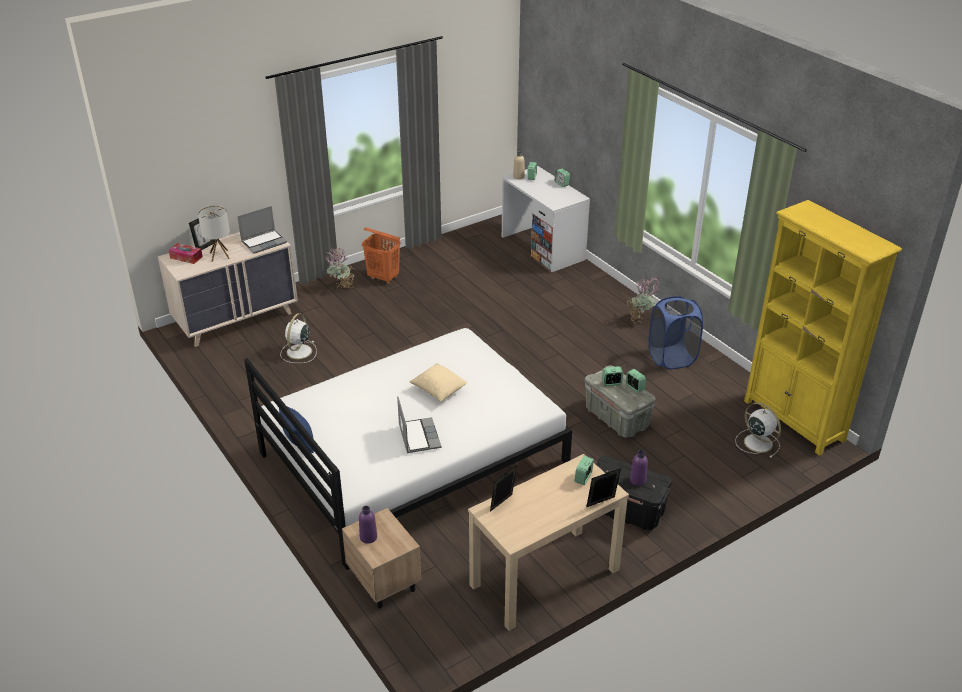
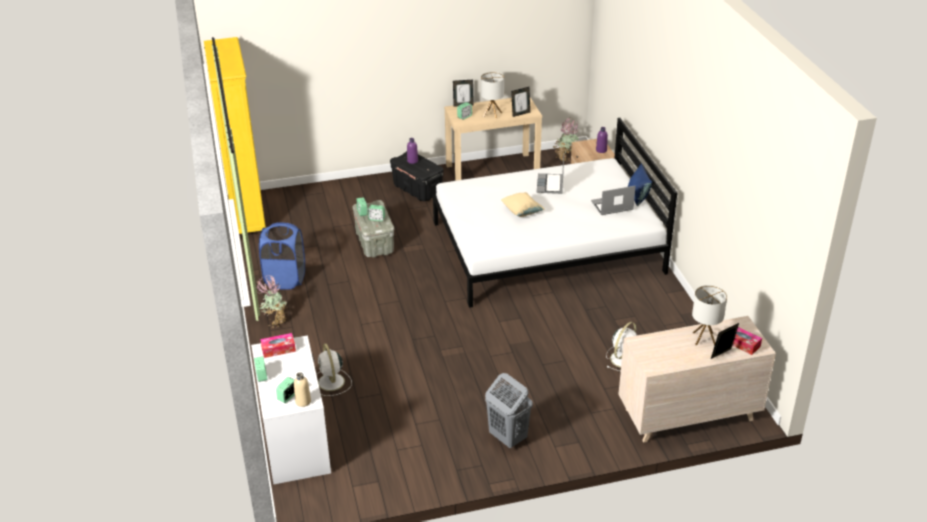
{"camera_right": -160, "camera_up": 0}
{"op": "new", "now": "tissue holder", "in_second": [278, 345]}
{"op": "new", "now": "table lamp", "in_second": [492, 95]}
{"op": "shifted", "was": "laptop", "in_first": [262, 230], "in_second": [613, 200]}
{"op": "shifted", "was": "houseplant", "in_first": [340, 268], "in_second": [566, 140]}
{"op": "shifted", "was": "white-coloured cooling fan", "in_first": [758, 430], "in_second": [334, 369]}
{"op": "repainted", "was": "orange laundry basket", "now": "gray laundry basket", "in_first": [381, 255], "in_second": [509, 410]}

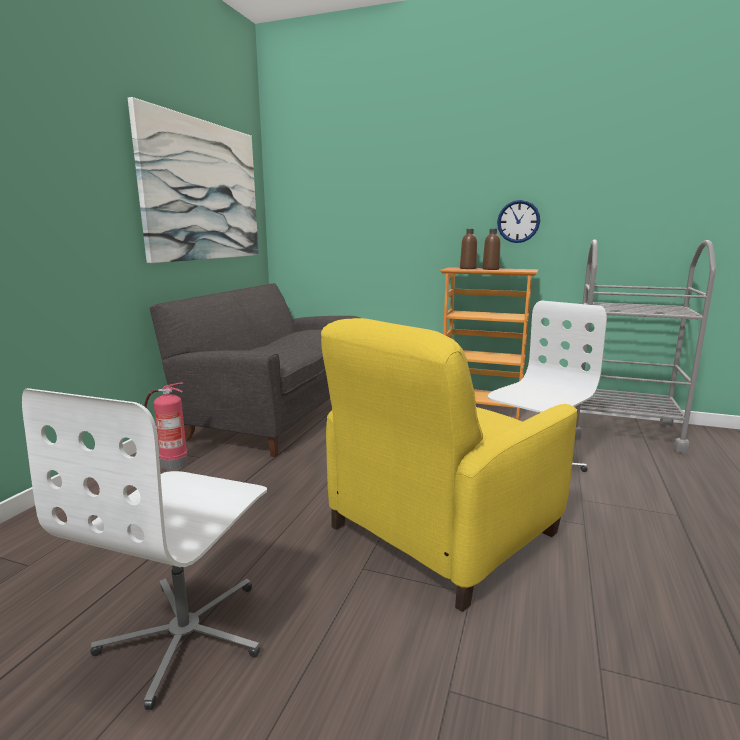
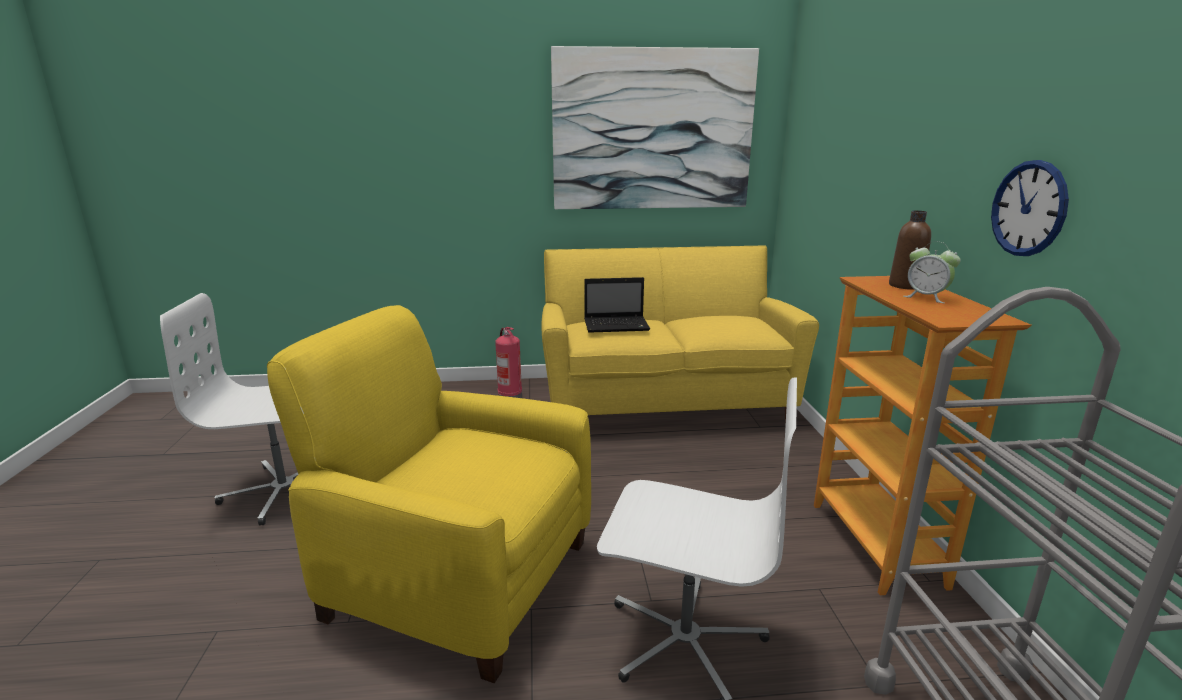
{"camera_right": 65, "camera_up": 5}
{"op": "new", "now": "laptop", "in_second": [617, 305]}
{"op": "swapped", "was": "brown-coloured beverage bottle", "now": "table clock", "in_first": [491, 249], "in_second": [932, 272]}
{"op": "repainted", "was": "gray sofa", "now": "yellowish sofa", "in_first": [254, 370], "in_second": [680, 334]}

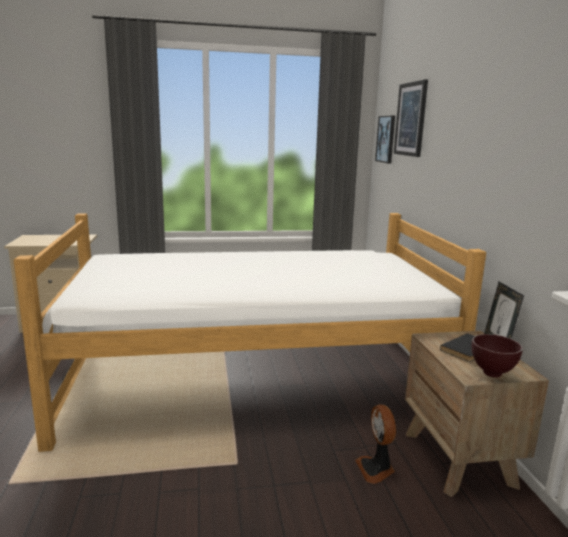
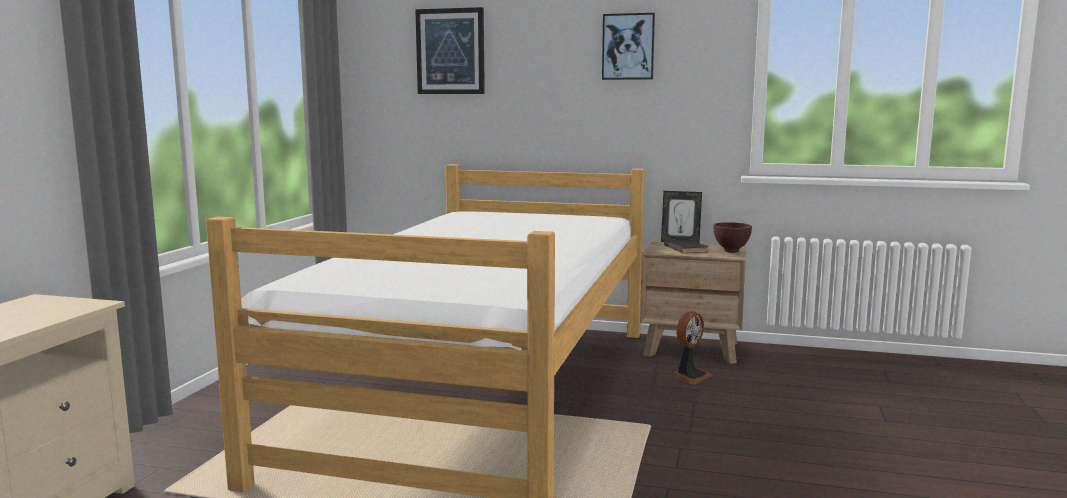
{"camera_right": -65, "camera_up": -5}
{"op": "shifted", "was": "picture", "in_first": [385, 139], "in_second": [628, 46]}
{"op": "rotated", "was": "cooling fan", "in_first": [375, 444], "in_second": [693, 347], "clockwise": -60}

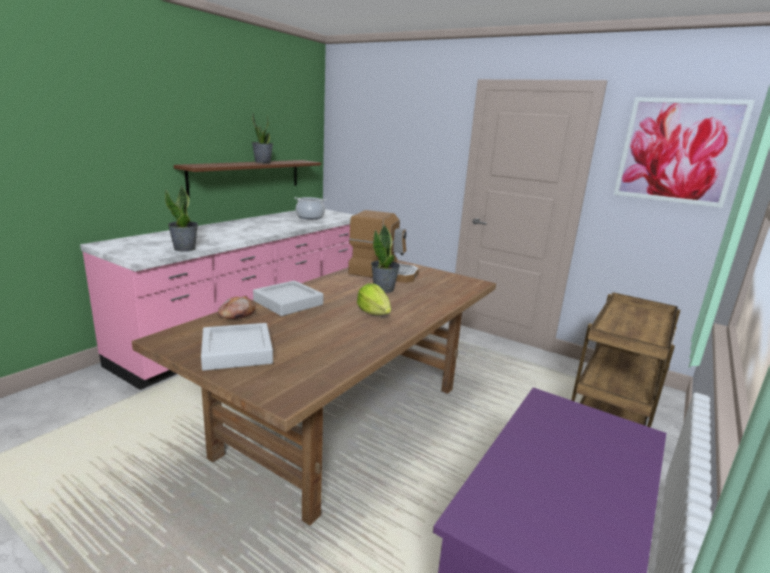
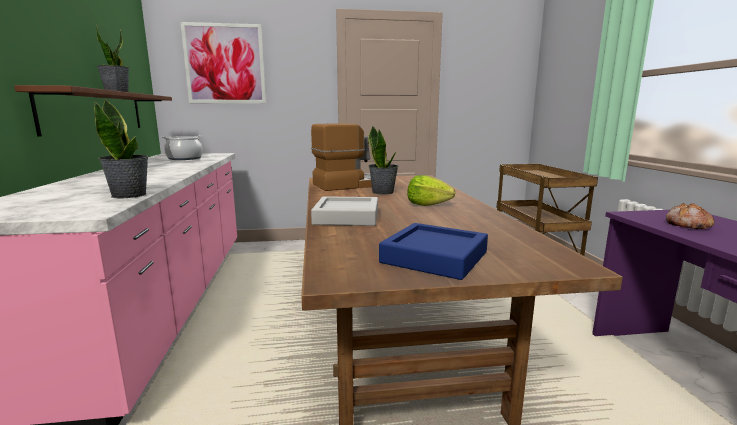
{"camera_right": -40, "camera_up": -5}
{"op": "shifted", "was": "baked bread", "in_first": [236, 307], "in_second": [690, 216]}
{"op": "shifted", "was": "picture", "in_first": [684, 152], "in_second": [223, 62]}
{"op": "repainted", "was": "gray carrying tray", "now": "blue-coloured carrying tray", "in_first": [237, 347], "in_second": [433, 251]}

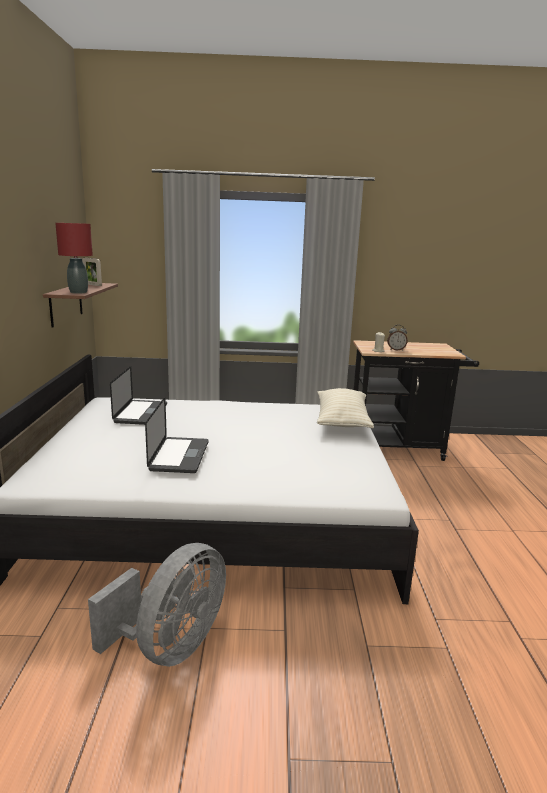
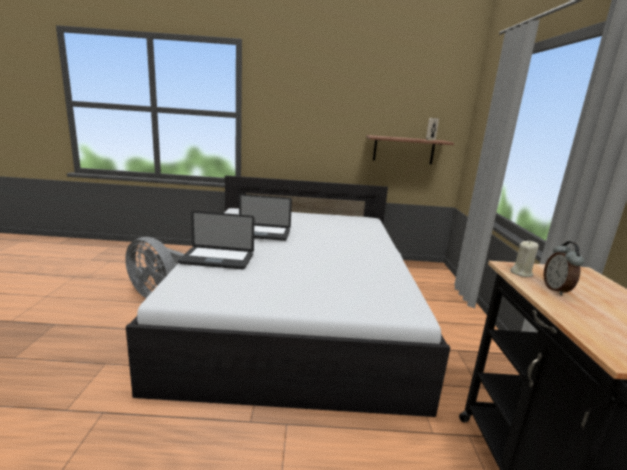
{"camera_right": 90, "camera_up": 0}
{"op": "gone", "was": "red table lamp", "in_first": [74, 258]}
{"op": "gone", "was": "sand-coloured cushion", "in_first": [345, 408]}
{"op": "shifted", "was": "laptop", "in_first": [138, 395], "in_second": [216, 240]}

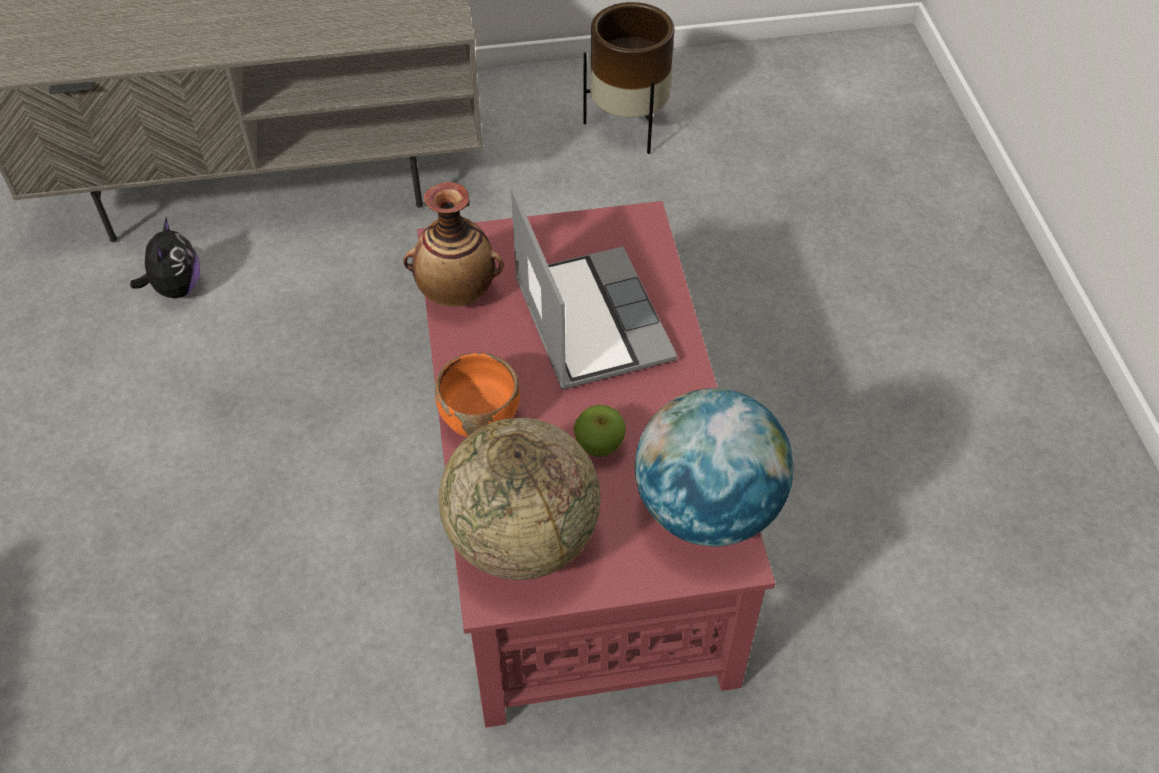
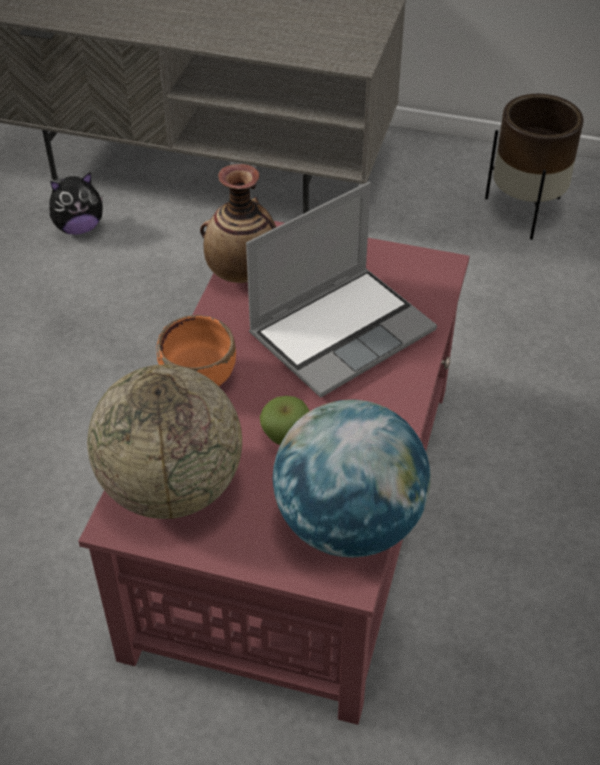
{"camera_right": 25, "camera_up": -5}
{"op": "rotated", "was": "soft toy", "in_first": [165, 257], "in_second": [76, 203], "clockwise": 45}
{"op": "rotated", "was": "laptop", "in_first": [594, 289], "in_second": [341, 290], "clockwise": 45}

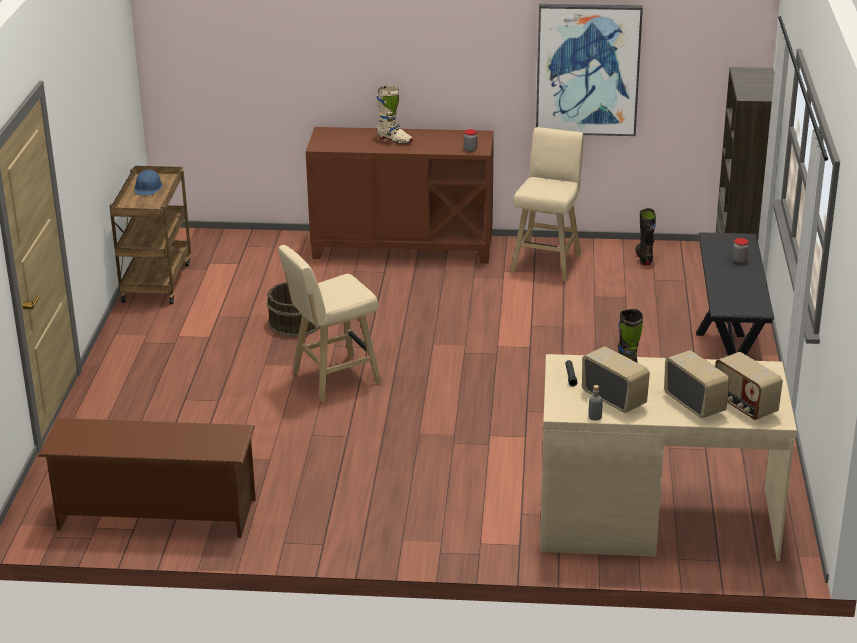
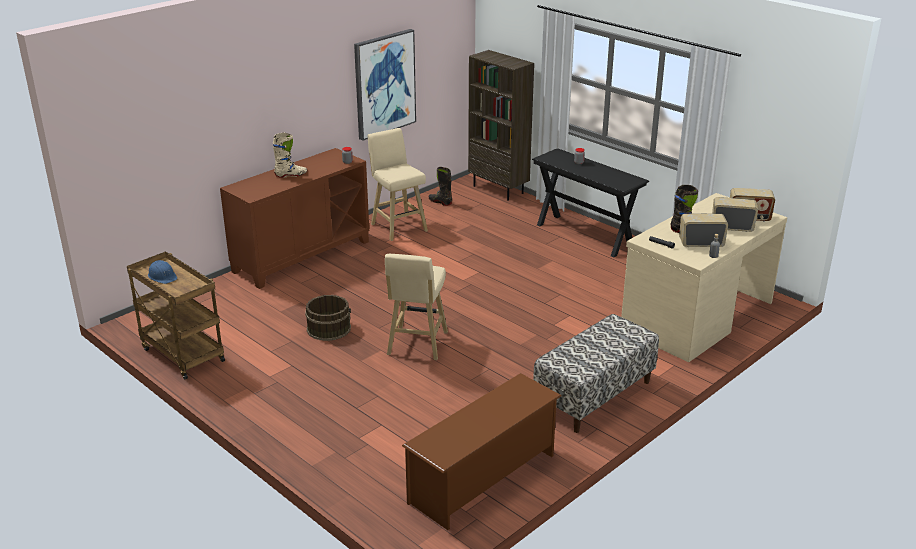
{"camera_right": -50, "camera_up": 0}
{"op": "new", "now": "long seat", "in_second": [596, 373]}

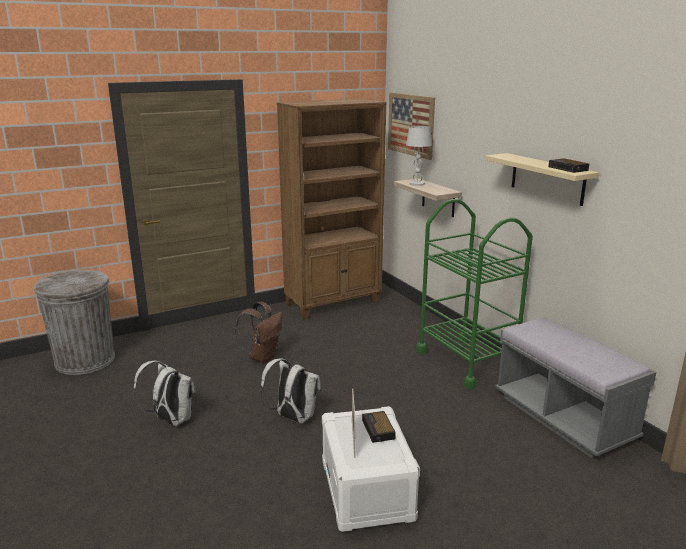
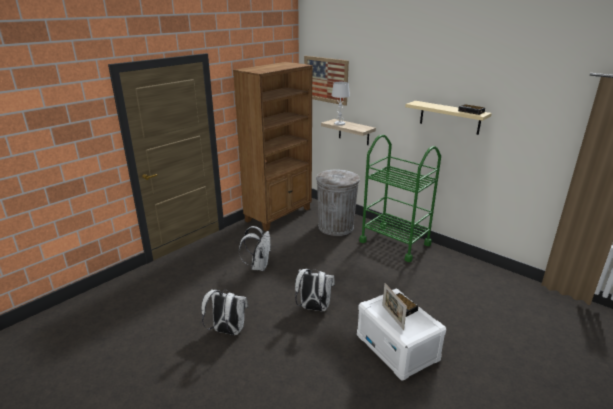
{"camera_right": -20, "camera_up": 5}
{"op": "gone", "was": "gray long seat", "in_first": [575, 388]}
{"op": "shifted", "was": "gray trash can", "in_first": [74, 322], "in_second": [338, 203]}
{"op": "repainted", "was": "brown-coloured knapsack", "now": "white-coloured knapsack", "in_first": [258, 332], "in_second": [255, 248]}

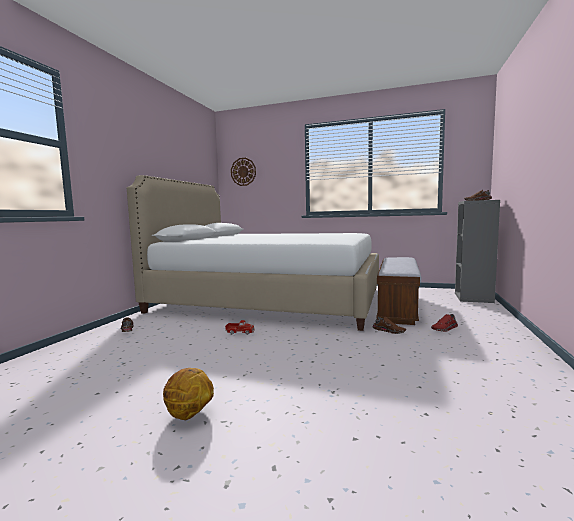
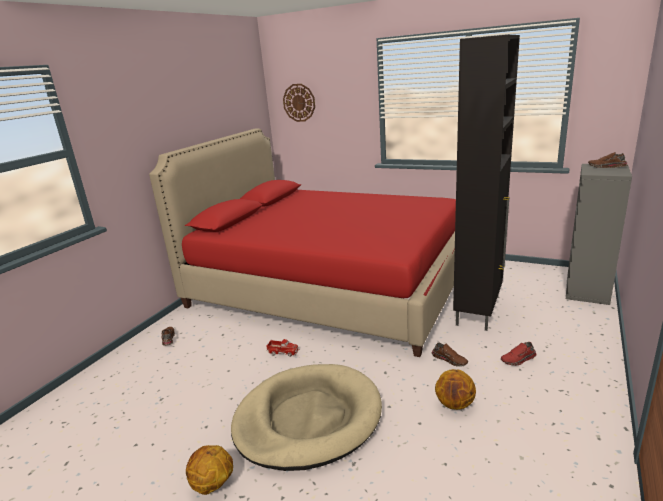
{"camera_right": 10, "camera_up": 15}
{"op": "new", "now": "sand-coloured dog cushion", "in_second": [306, 417]}
{"op": "new", "now": "basketball ball", "in_second": [455, 389]}
{"op": "swapped", "was": "long seat", "now": "black-coloured storage cabinet", "in_first": [398, 291], "in_second": [486, 183]}
{"op": "repainted", "was": "white-coloured bed", "now": "red bed", "in_first": [253, 253], "in_second": [302, 243]}

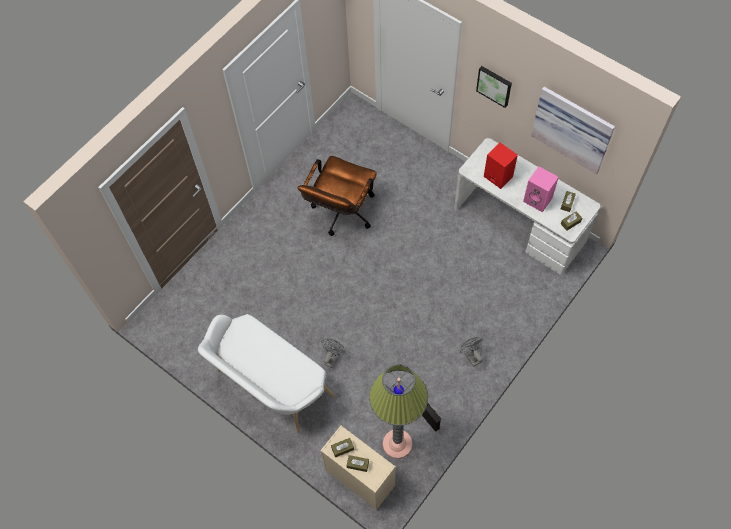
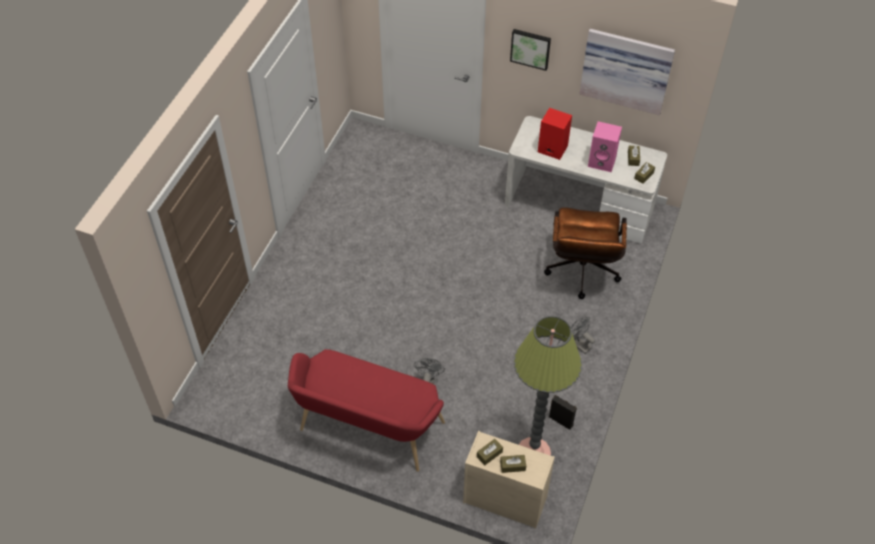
{"camera_right": -20, "camera_up": -10}
{"op": "shifted", "was": "brown-coloured computer chair", "in_first": [337, 196], "in_second": [585, 253]}
{"op": "repainted", "was": "white-coloured long seat", "now": "red long seat", "in_first": [266, 373], "in_second": [366, 410]}

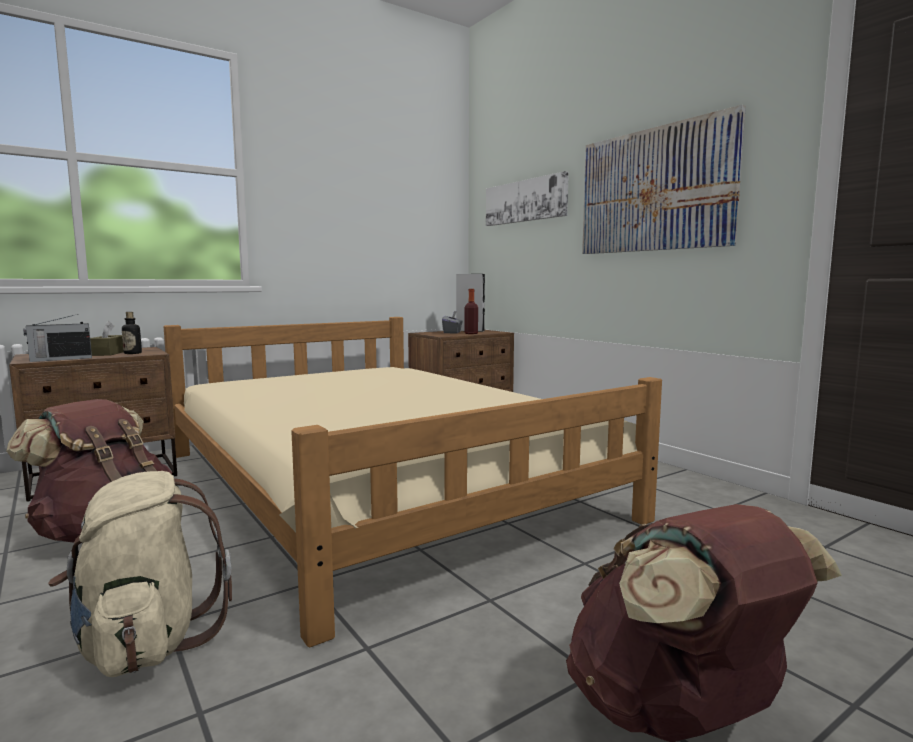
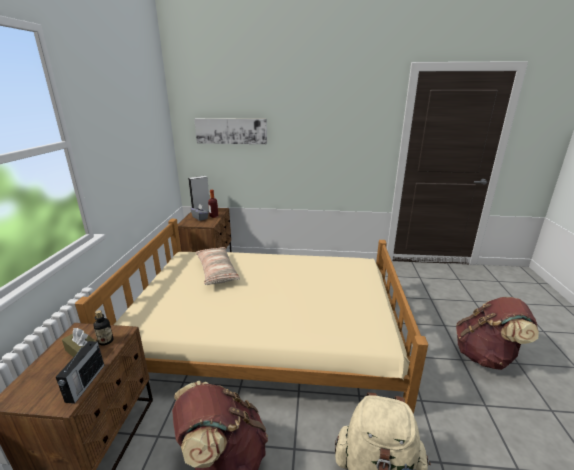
{"camera_right": -50, "camera_up": 15}
{"op": "gone", "was": "picture", "in_first": [664, 179]}
{"op": "new", "now": "cushion", "in_second": [218, 266]}

